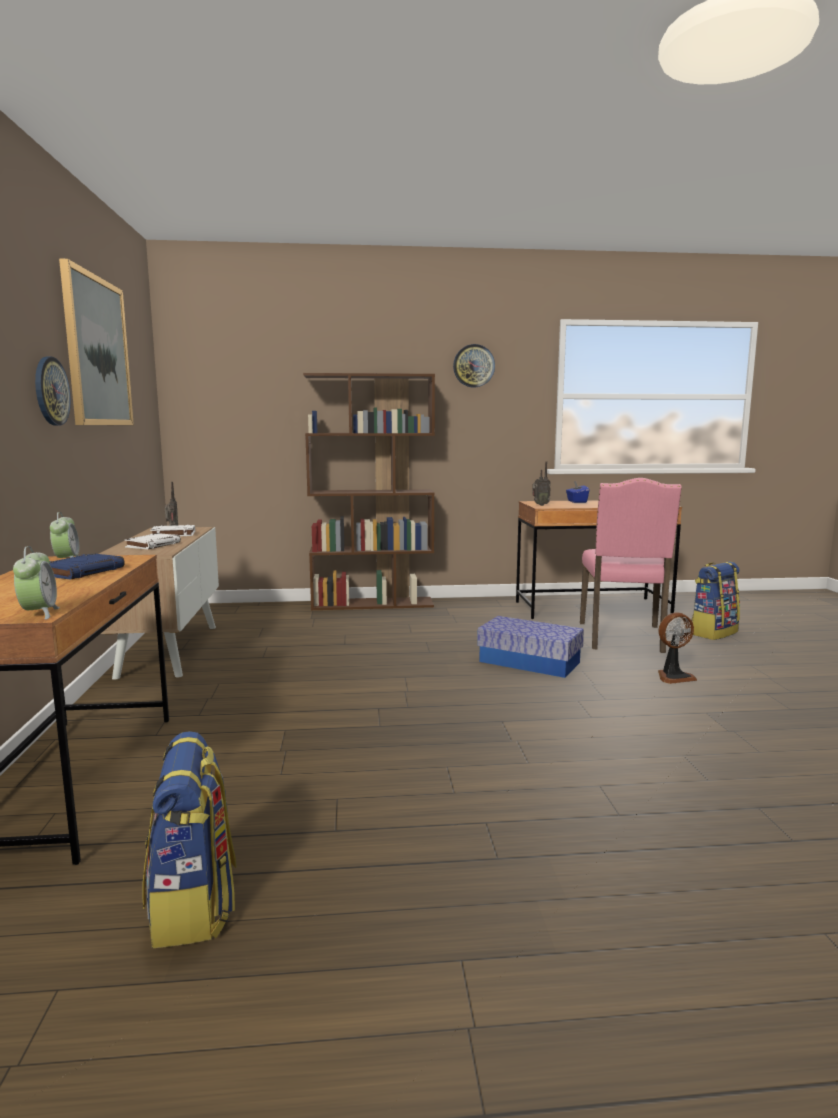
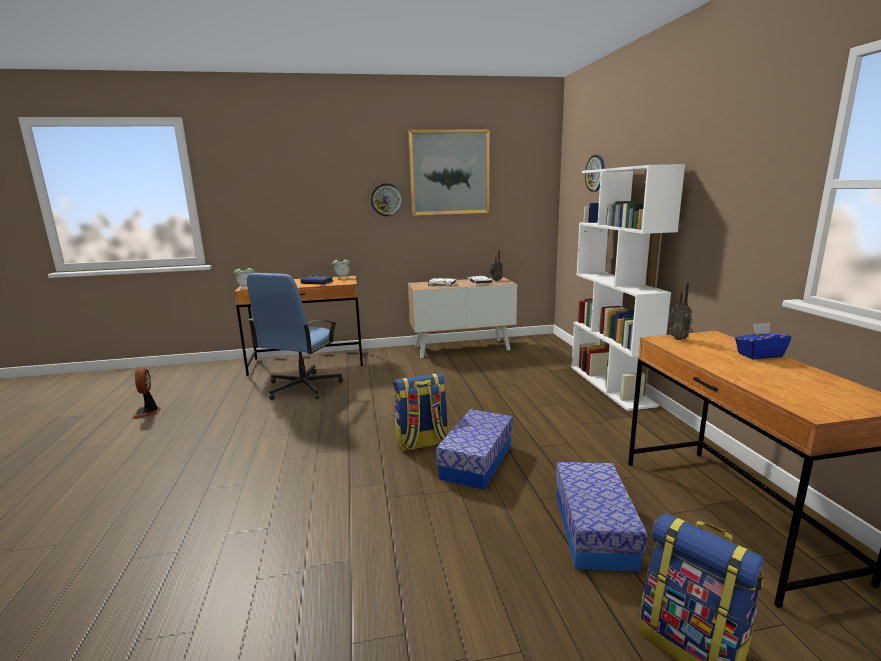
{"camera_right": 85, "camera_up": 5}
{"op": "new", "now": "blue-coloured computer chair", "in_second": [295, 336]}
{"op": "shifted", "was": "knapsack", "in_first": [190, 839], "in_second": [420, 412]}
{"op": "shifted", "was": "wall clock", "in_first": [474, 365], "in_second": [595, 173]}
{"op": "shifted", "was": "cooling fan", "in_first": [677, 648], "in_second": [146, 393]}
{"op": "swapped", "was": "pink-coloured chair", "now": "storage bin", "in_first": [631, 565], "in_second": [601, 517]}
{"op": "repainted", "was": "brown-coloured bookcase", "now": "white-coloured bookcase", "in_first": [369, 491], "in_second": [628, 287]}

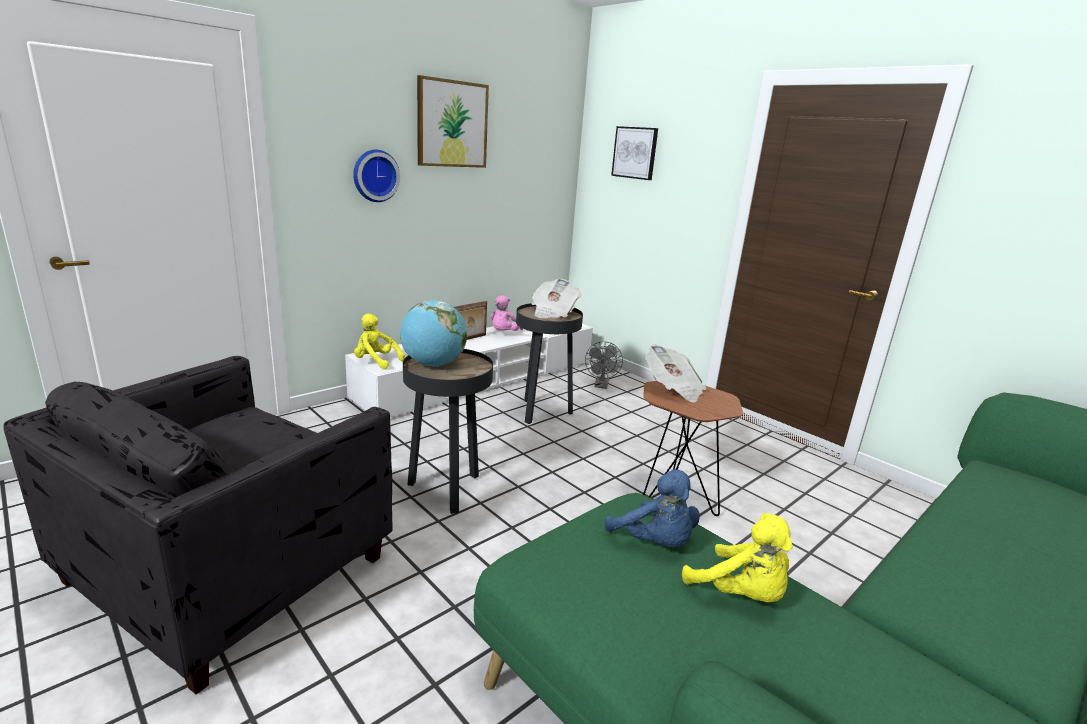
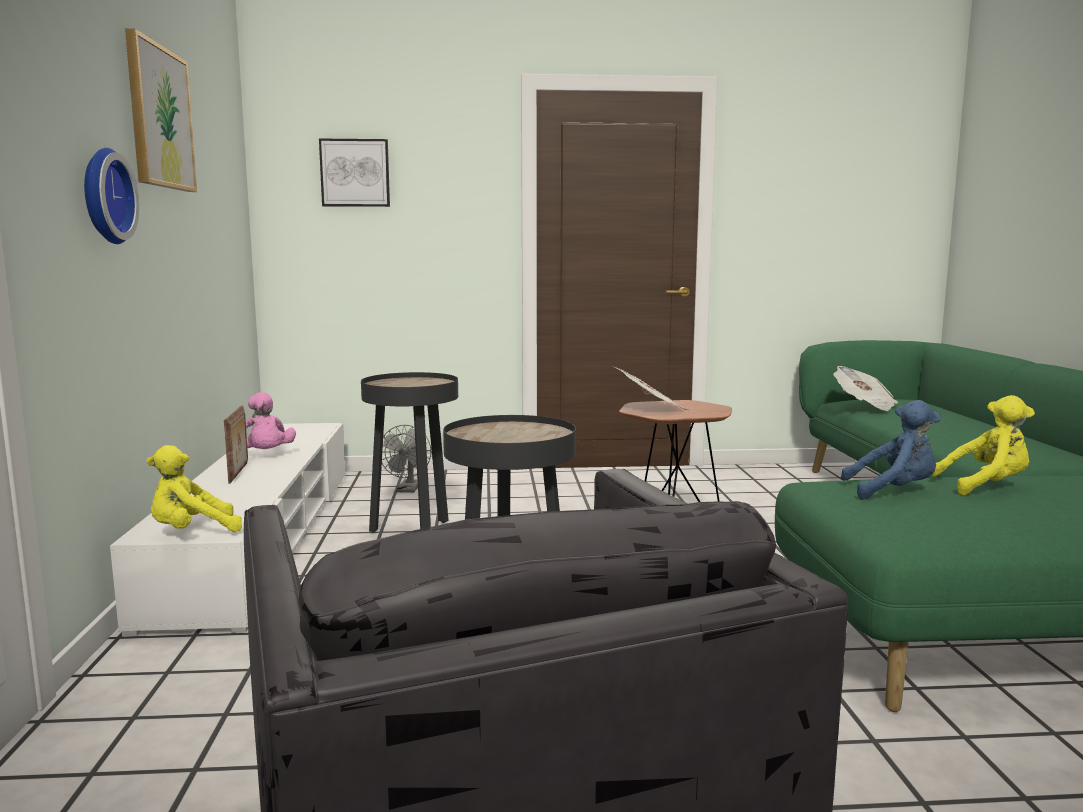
{"camera_right": -50, "camera_up": -10}
{"op": "gone", "was": "desk globe", "in_first": [433, 333]}
{"op": "shifted", "was": "printed paper", "in_first": [556, 298], "in_second": [865, 388]}
{"op": "rotated", "was": "gray cooling fan", "in_first": [604, 365], "in_second": [406, 459], "clockwise": 45}

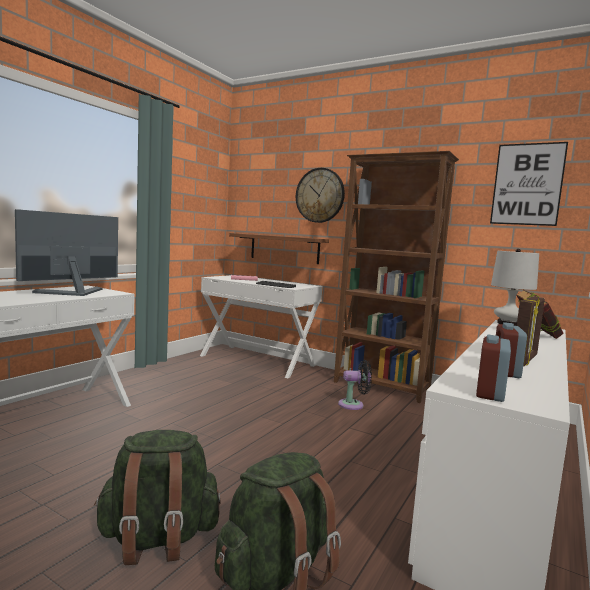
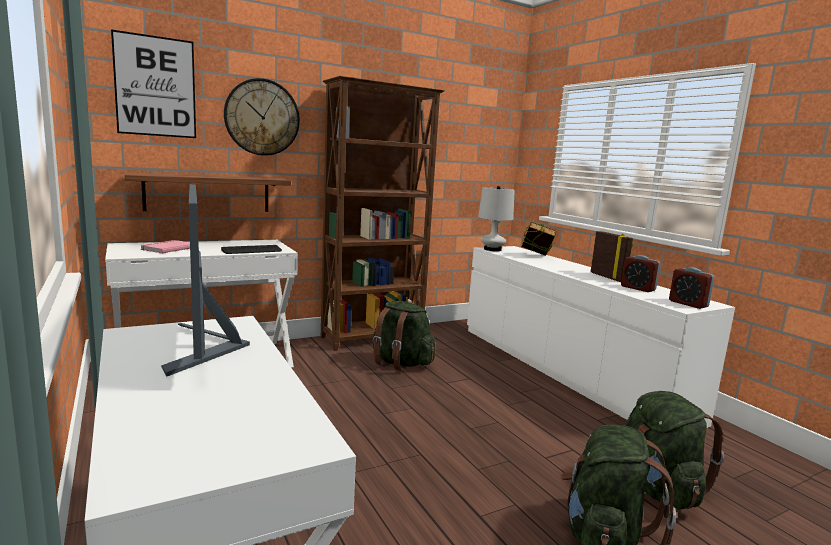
{"camera_right": -60, "camera_up": 5}
{"op": "shifted", "was": "picture", "in_first": [529, 184], "in_second": [153, 83]}
{"op": "swapped", "was": "black-coloured cooling fan", "now": "green-coloured knapsack", "in_first": [355, 385], "in_second": [404, 336]}

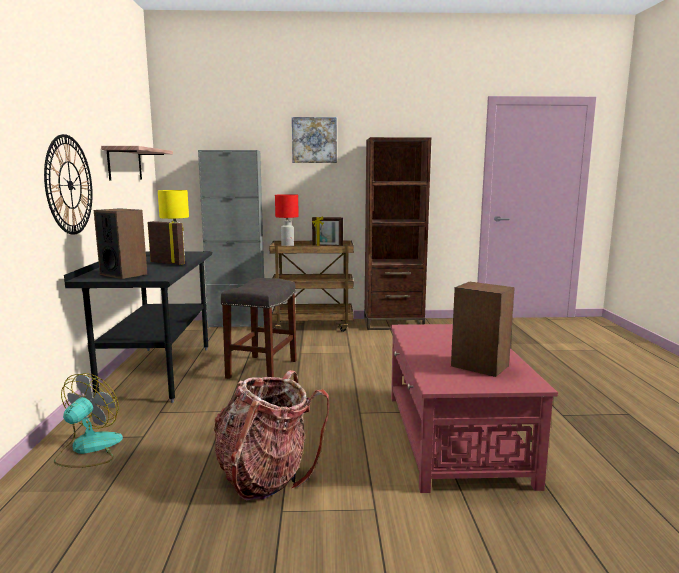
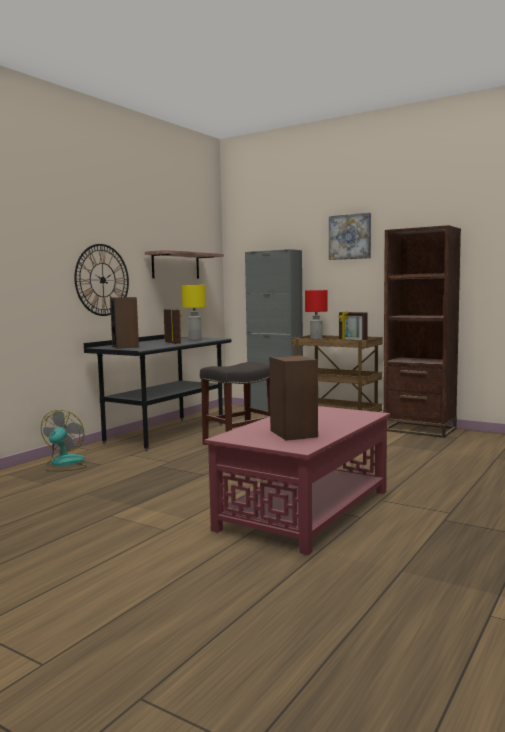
{"camera_right": 35, "camera_up": -5}
{"op": "gone", "was": "knapsack", "in_first": [271, 435]}
{"op": "rotated", "was": "cooling fan", "in_first": [88, 420], "in_second": [64, 441], "clockwise": -45}

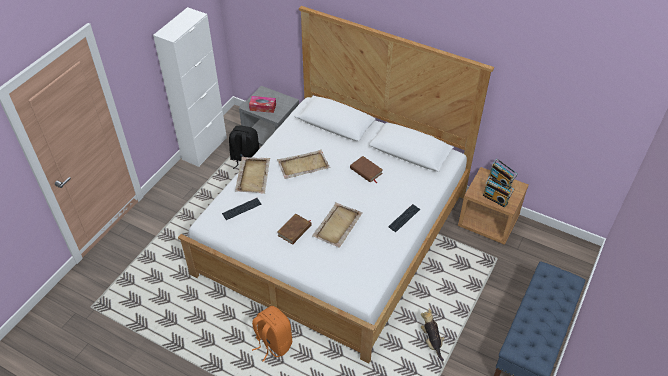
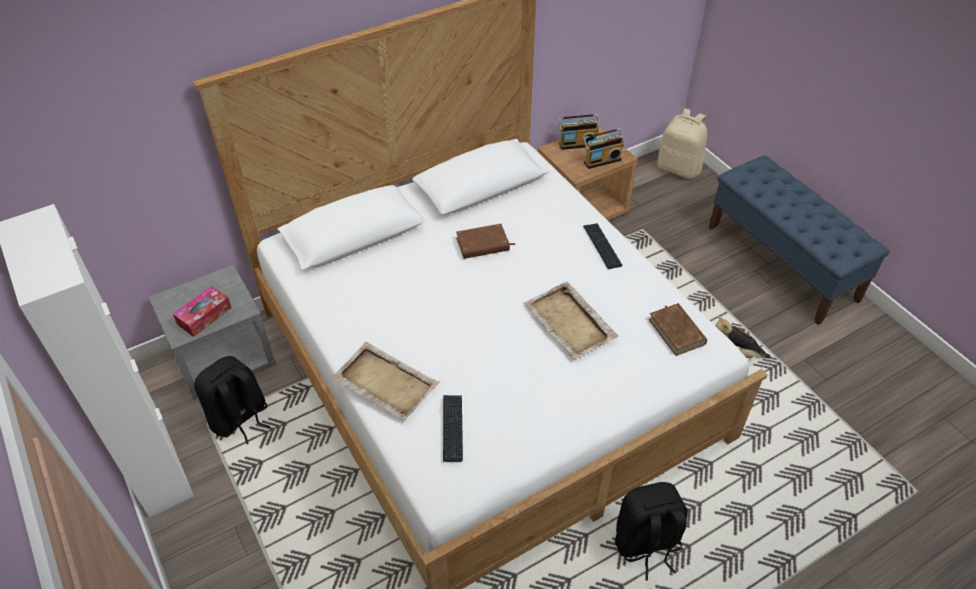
{"camera_right": -60, "camera_up": 0}
{"op": "gone", "was": "sand-coloured carrying tray", "in_first": [303, 164]}
{"op": "new", "now": "sand-coloured knapsack", "in_second": [682, 143]}
{"op": "shifted", "was": "brown-coloured book", "in_first": [294, 229], "in_second": [677, 329]}
{"op": "repainted", "was": "orange knapsack", "now": "black-coloured knapsack", "in_first": [272, 334], "in_second": [651, 531]}

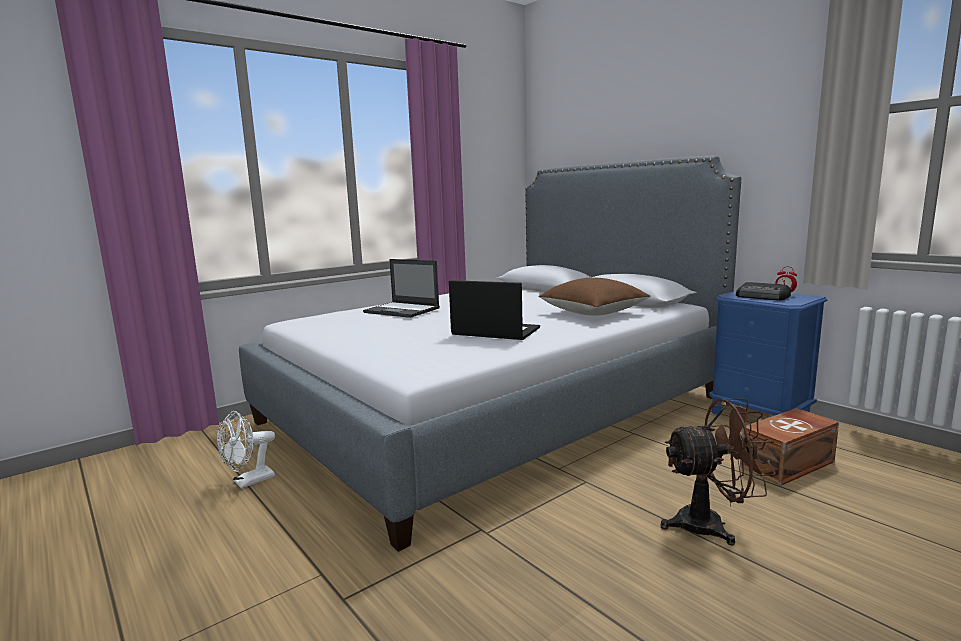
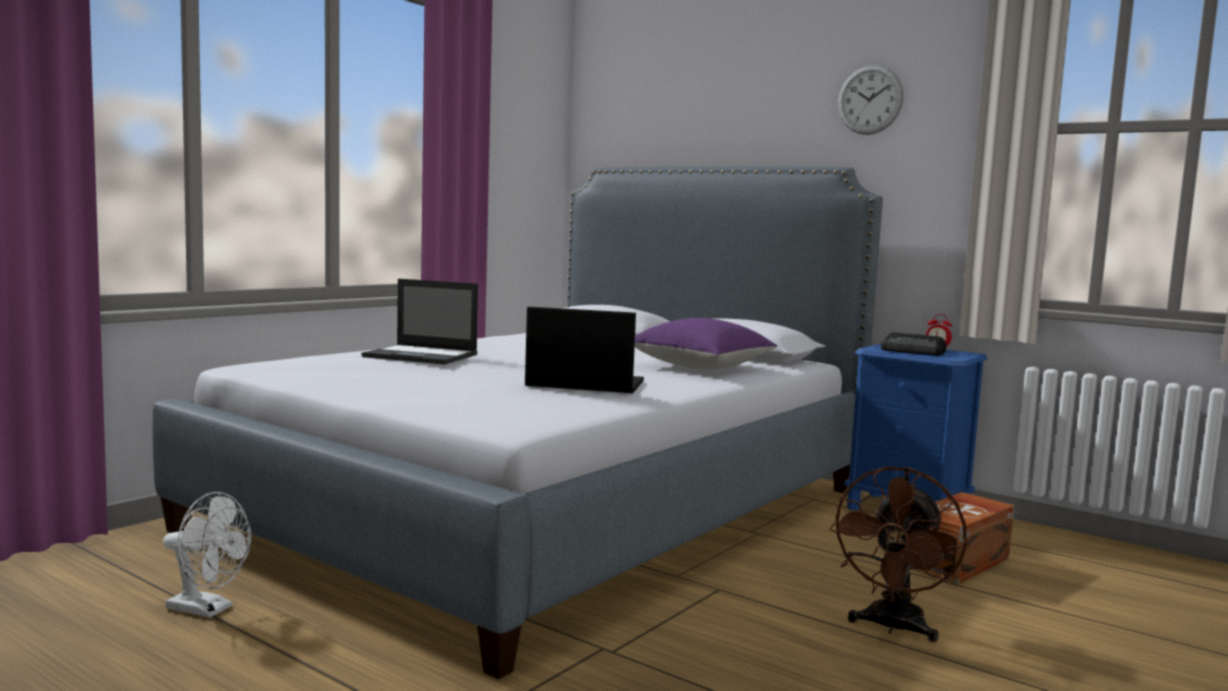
{"camera_right": -15, "camera_up": -5}
{"op": "new", "now": "wall clock", "in_second": [871, 100]}
{"op": "repainted", "was": "brown-coloured cushion", "now": "purple cushion", "in_first": [594, 296], "in_second": [706, 343]}
{"op": "rotated", "was": "white-coloured cooling fan", "in_first": [246, 450], "in_second": [207, 555], "clockwise": -105}
{"op": "rotated", "was": "brown-coloured cooling fan", "in_first": [718, 472], "in_second": [898, 554], "clockwise": 135}

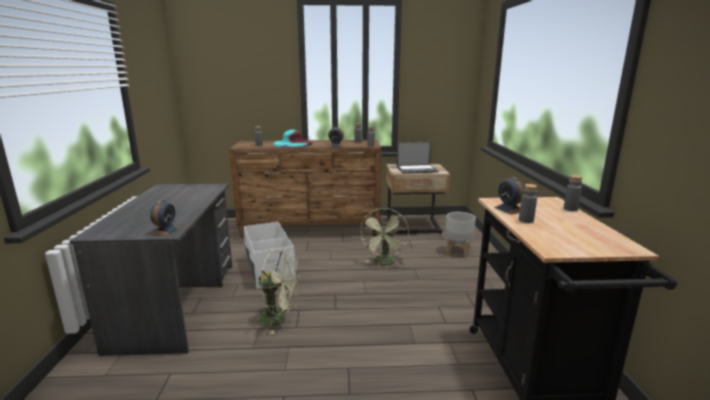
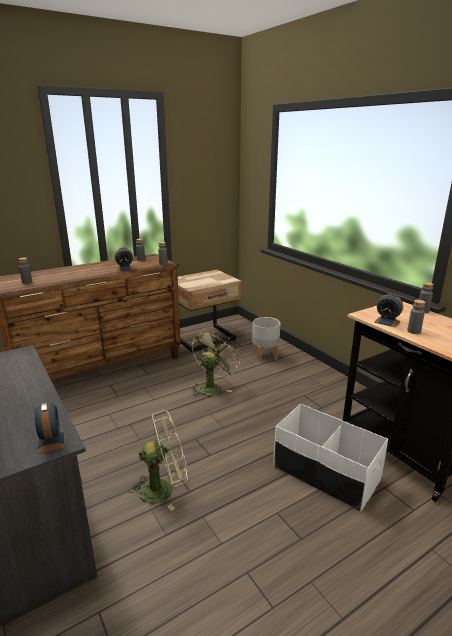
{"camera_right": -30, "camera_up": 5}
{"op": "gone", "was": "turquoise hat", "in_first": [293, 139]}
{"op": "gone", "was": "laptop", "in_first": [417, 157]}
{"op": "shifted", "was": "white-coloured storage bin", "in_first": [270, 255], "in_second": [330, 458]}
{"op": "rotated", "was": "green-coloured cooling fan", "in_first": [384, 236], "in_second": [215, 363], "clockwise": -135}

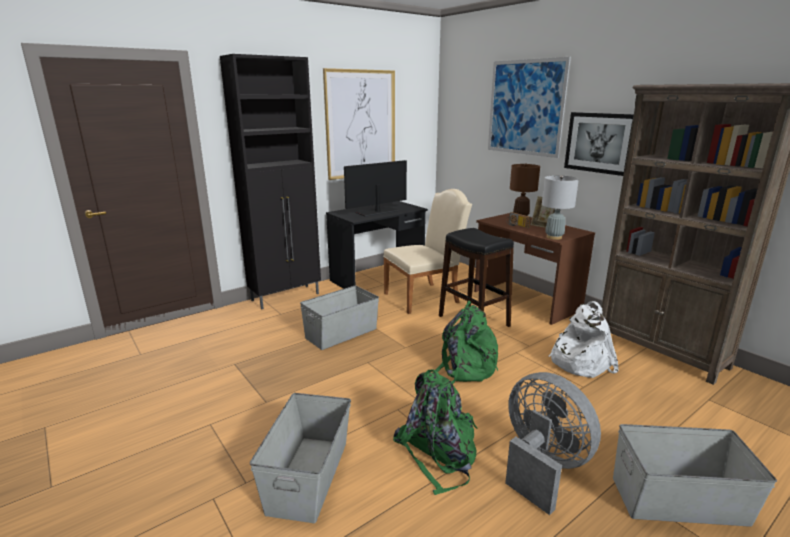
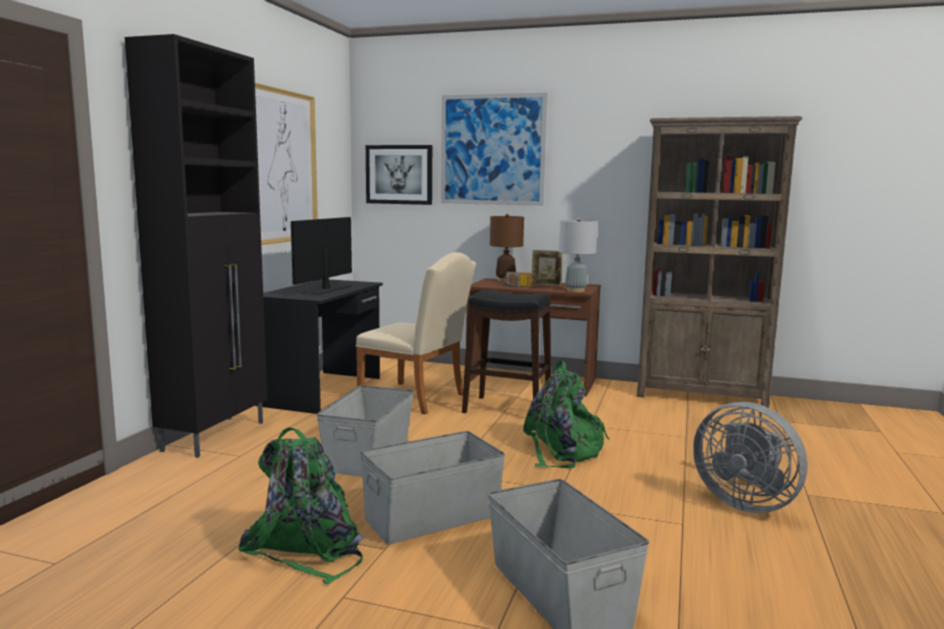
{"camera_right": -35, "camera_up": -10}
{"op": "gone", "was": "white-coloured knapsack", "in_first": [583, 339]}
{"op": "shifted", "was": "green-coloured knapsack", "in_first": [435, 432], "in_second": [301, 506]}
{"op": "shifted", "was": "picture", "in_first": [599, 144], "in_second": [399, 175]}
{"op": "shifted", "was": "gray storage bin", "in_first": [695, 475], "in_second": [432, 488]}
{"op": "rotated", "was": "sand-coloured chair", "in_first": [427, 251], "in_second": [416, 333], "clockwise": 90}
{"op": "rotated", "was": "gray cooling fan", "in_first": [553, 443], "in_second": [750, 457], "clockwise": -150}

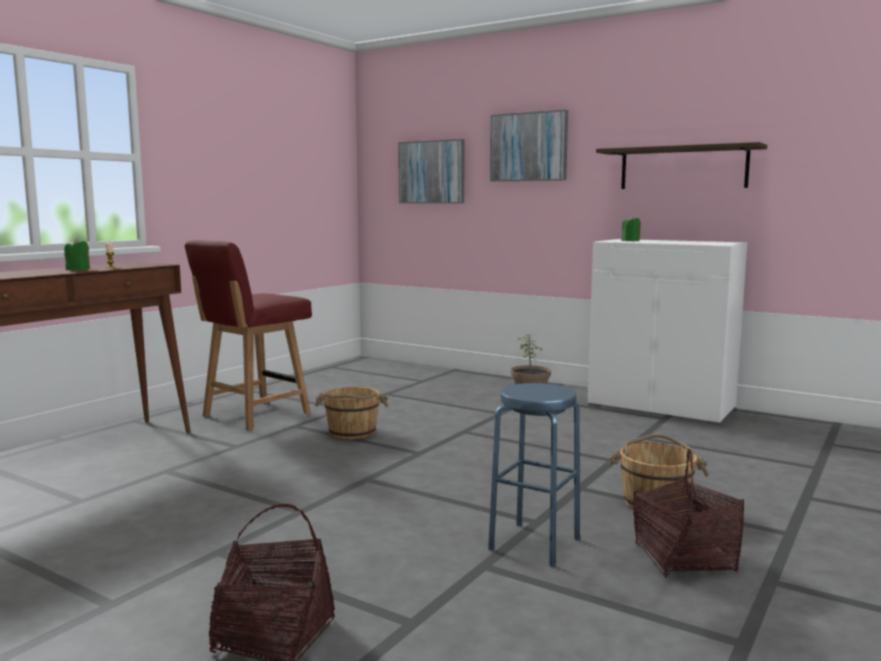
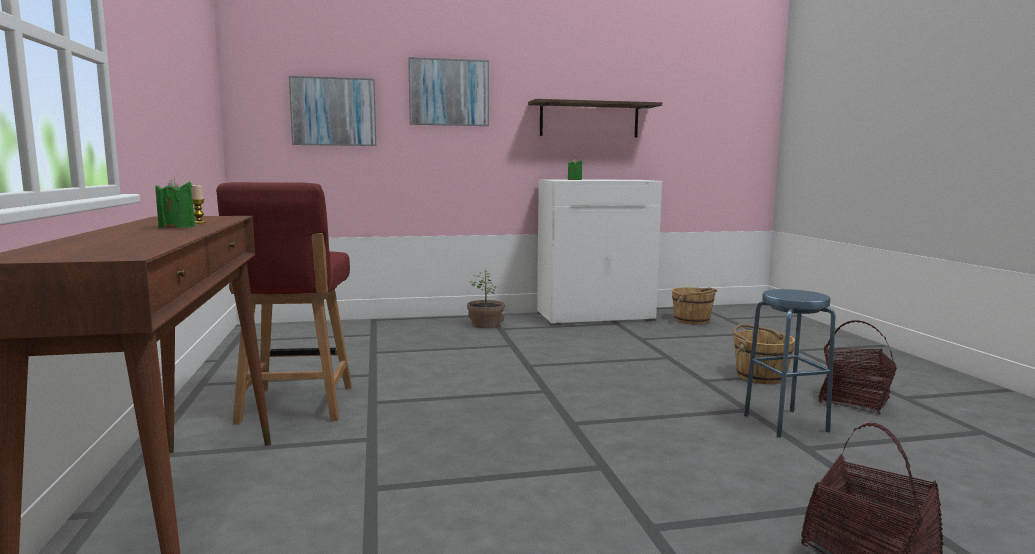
{"camera_right": -45, "camera_up": 0}
{"op": "shifted", "was": "brown-coloured pail", "in_first": [351, 413], "in_second": [694, 306]}

